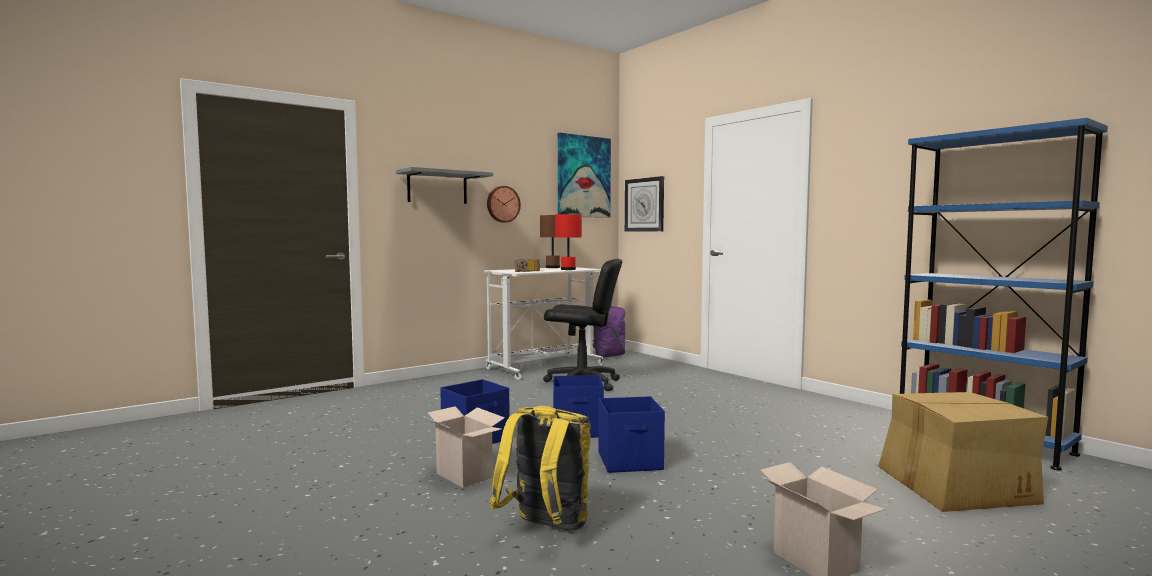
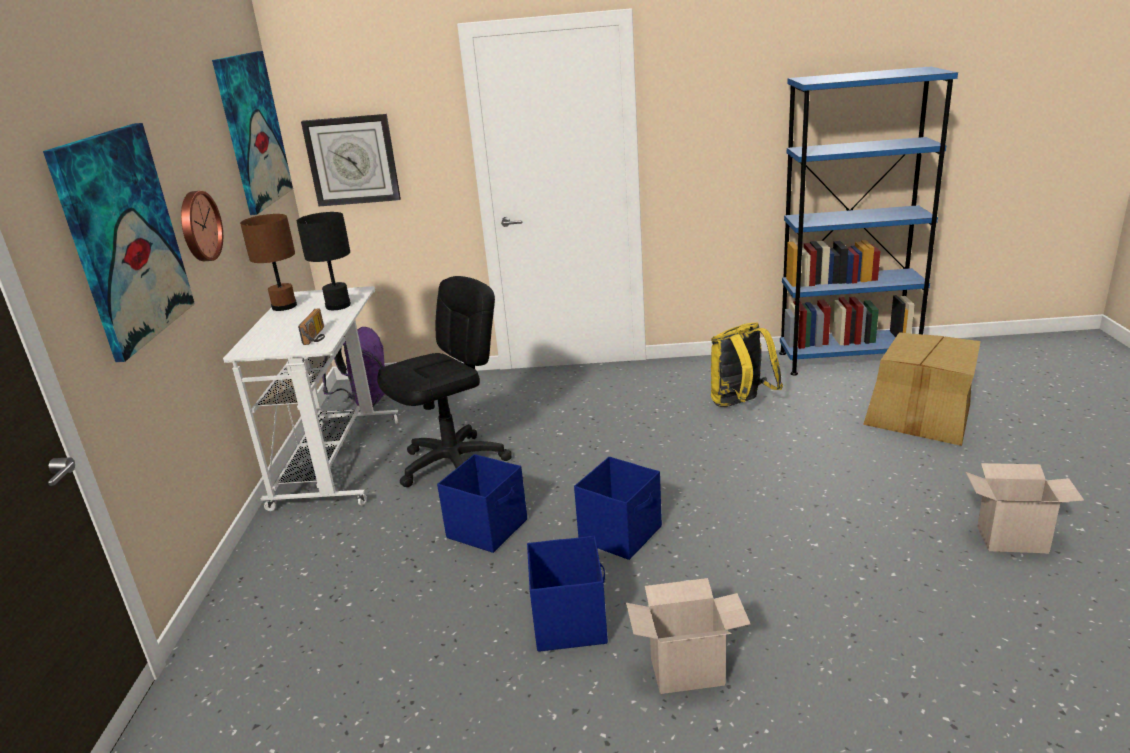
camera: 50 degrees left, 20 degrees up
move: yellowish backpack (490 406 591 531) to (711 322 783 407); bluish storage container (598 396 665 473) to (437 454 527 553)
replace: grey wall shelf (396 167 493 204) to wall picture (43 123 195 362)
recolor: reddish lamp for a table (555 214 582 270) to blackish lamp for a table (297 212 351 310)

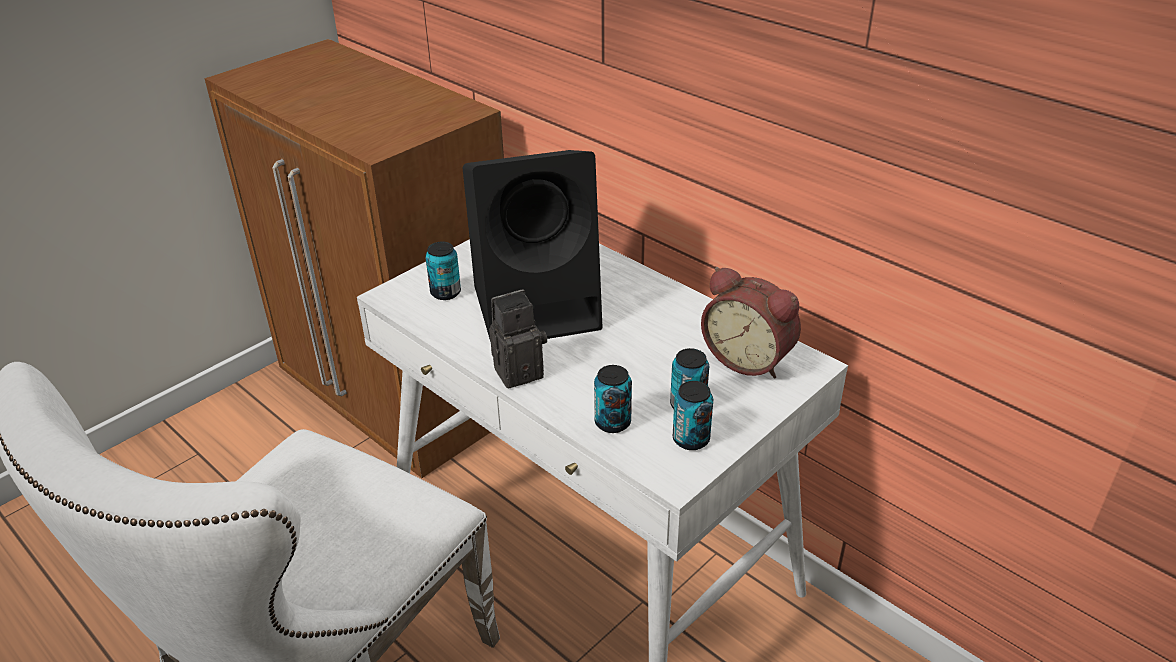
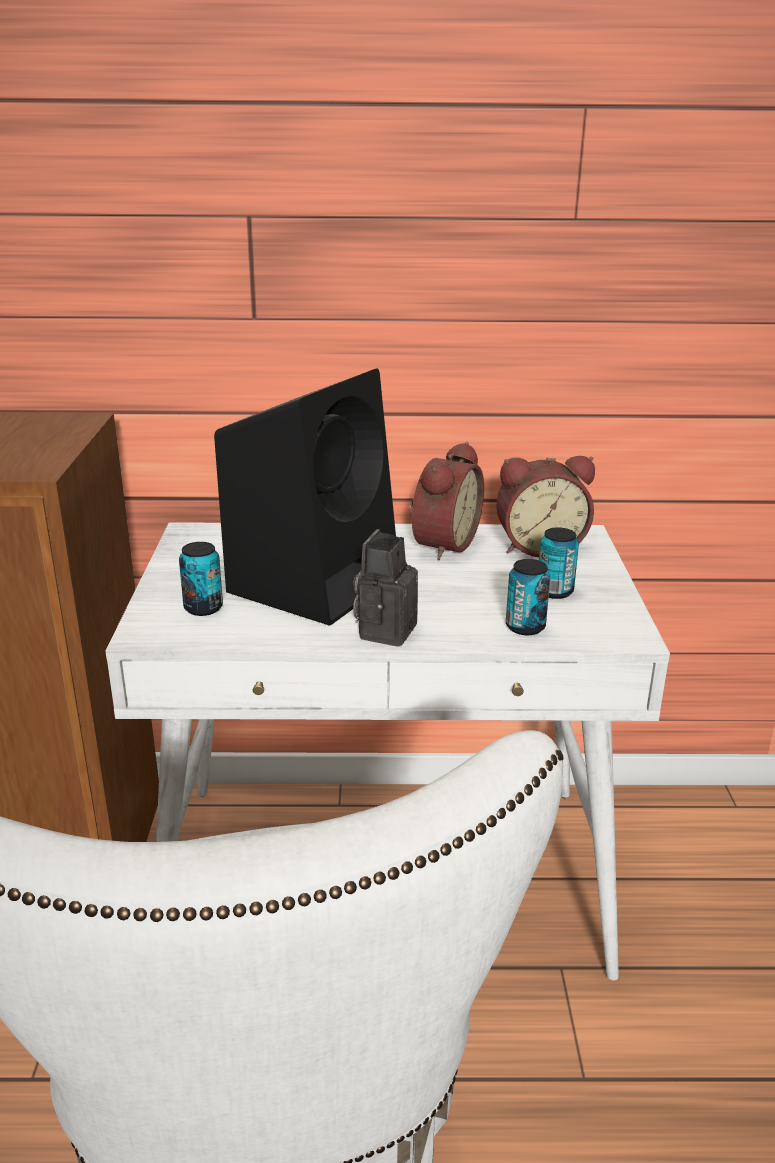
camera: 45 degrees left, 10 degrees down
delete: sealed can (673 381 713 450)
insert: bedside clock (410 442 484 560)

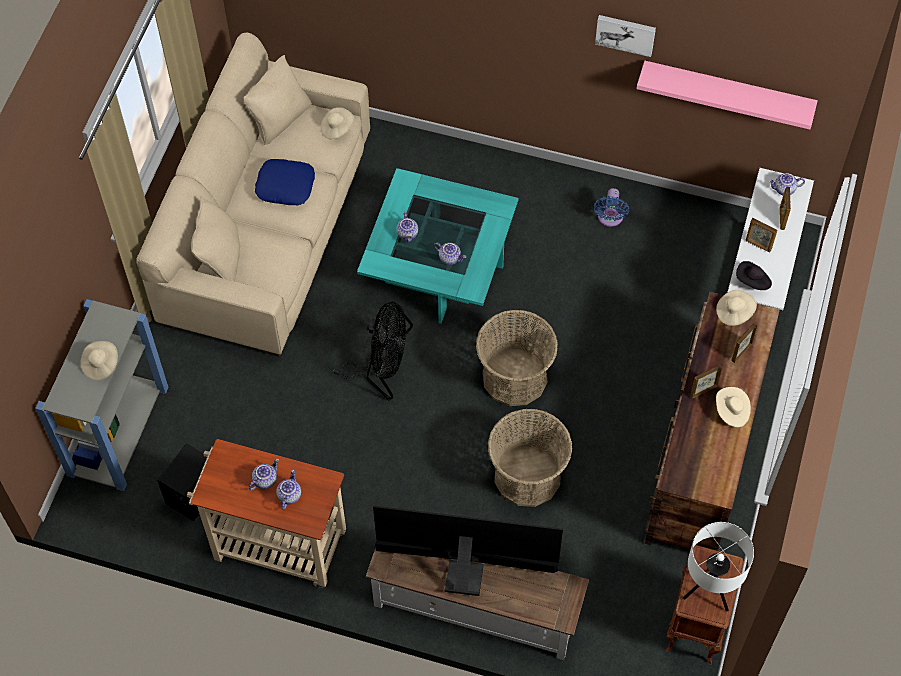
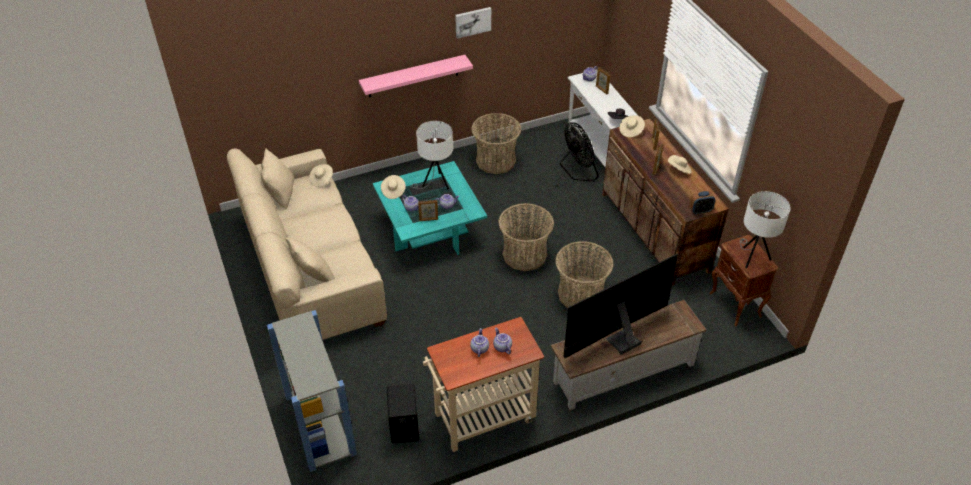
camera: 40 degrees left, 15 degrees down
delete: bluish pillow (255 159 315 205)
insert: white-coloured lamp for a table (412 121 453 189); bedside clock (689 191 715 215)
move: beige-coloured clothing hat (80 341 118 380) to (381 175 406 199); blackish cooling fan (333 302 413 401) to (554 122 599 187); pink wall shelf (636 61 818 129) to (359 55 473 97); standing frame (746 218 778 252) to (418 200 438 221)
replace: bluish cooling fan (594 188 629 227) to storage basket (471 113 521 174)

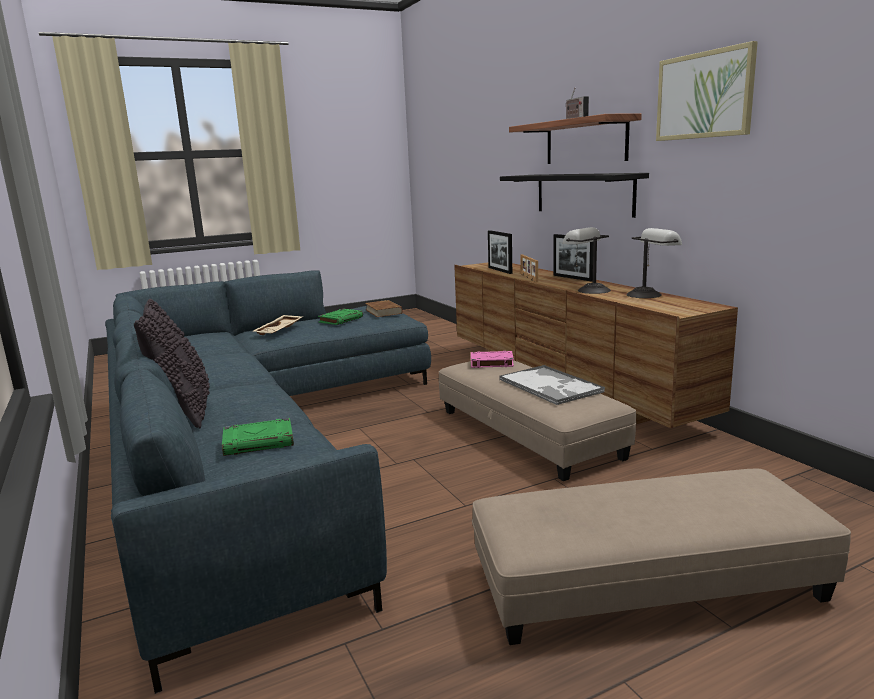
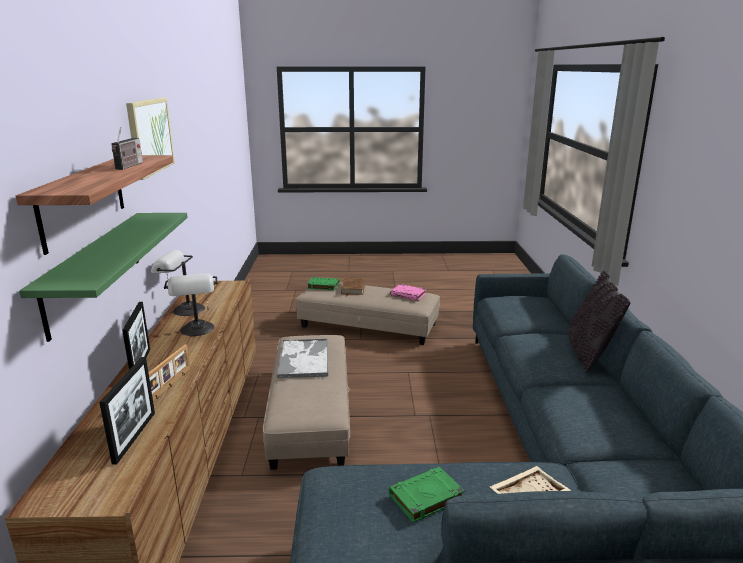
camera: 155 degrees left, 5 degrees up
move: green-coloured volume (222 418 294 456) to (307 277 339 291); brownish volume (365 300 403 317) to (341 277 365 297); pink volume (471 351 514 368) to (390 284 426 301)
recolor: blackish wall shelf (500 173 649 218) to green-coloured wall shelf (19 213 188 342)

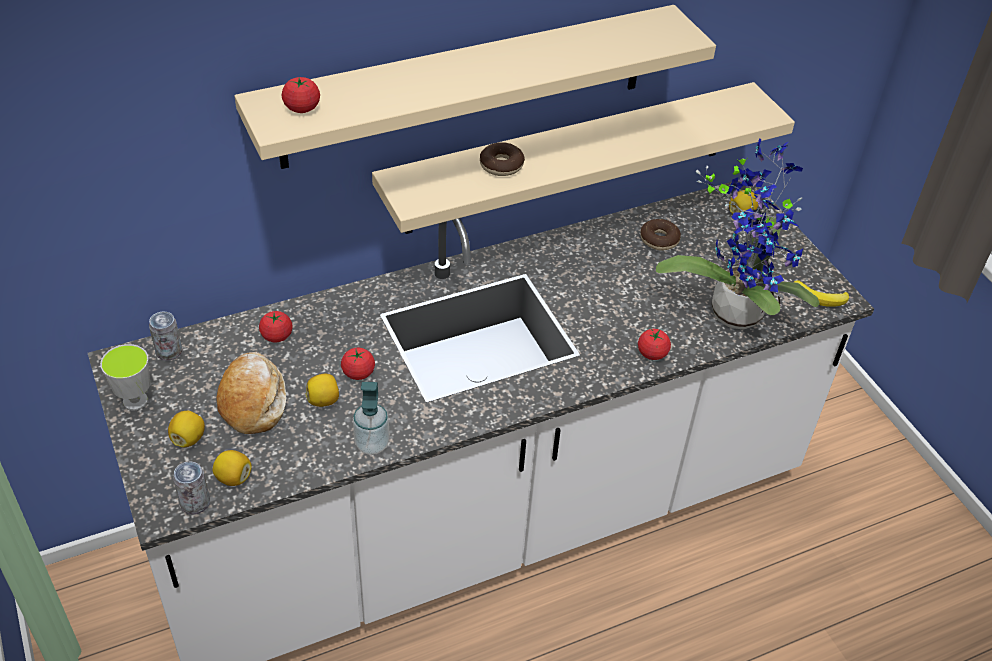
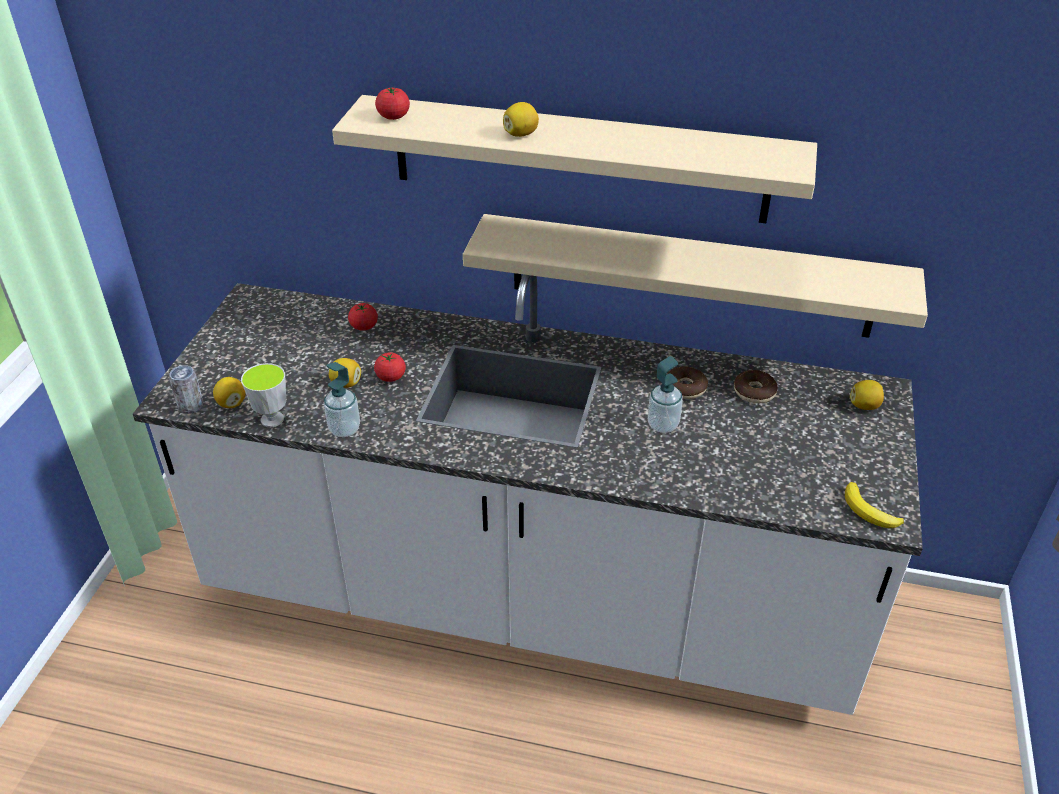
camera: 40 degrees right, 5 degrees down
delete: sealed can (149 311 182 361); bread (216 352 286 434); tomato (638 329 671 360); plant in a pot (656 138 819 330)
insert: soap bottle (648 356 683 433)
move: drinking cup (100 344 150 410) to (241 363 286 427); citrus fruit (168 411 205 447) to (503 102 539 137); donut (480 142 525 176) to (667 366 708 399)

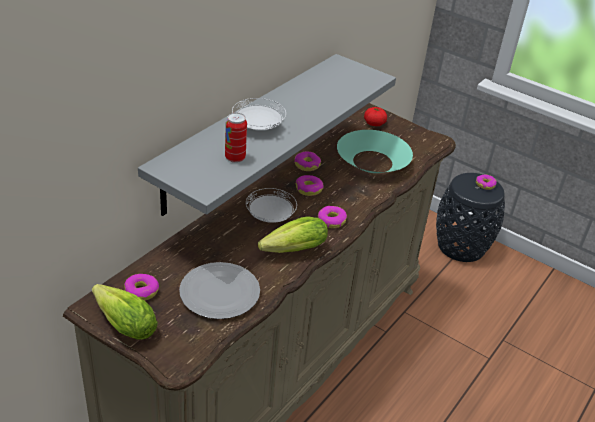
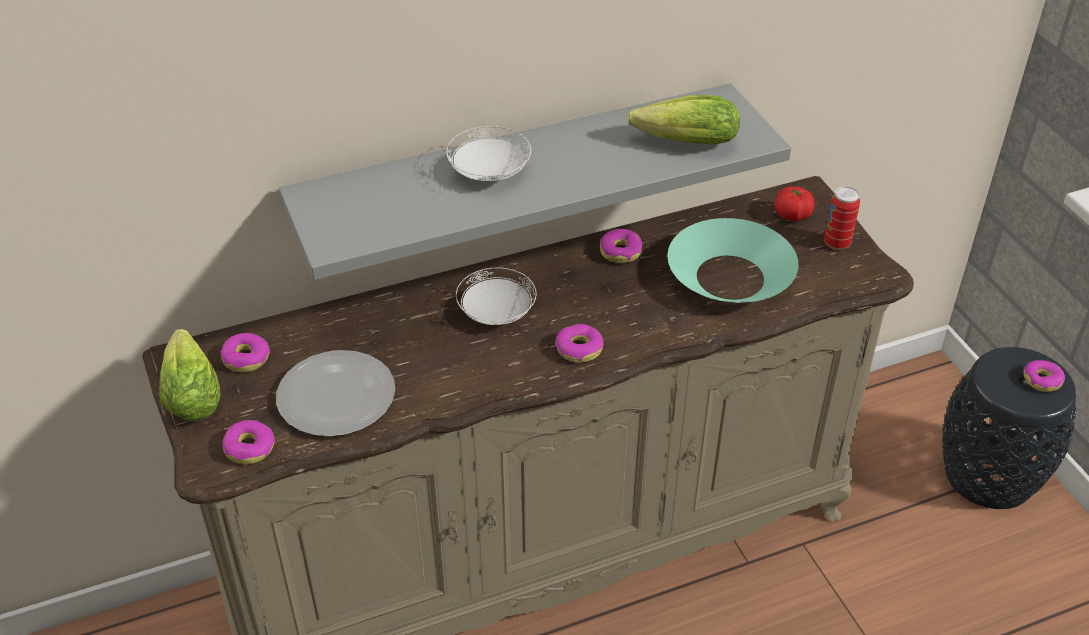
camera: 35 degrees right, 5 degrees up
move: sealed can (225 113 247 163) to (824 187 860 250); head of lettuce (258 216 328 253) to (627 95 740 145); donut (296 175 324 196) to (222 420 276 464)

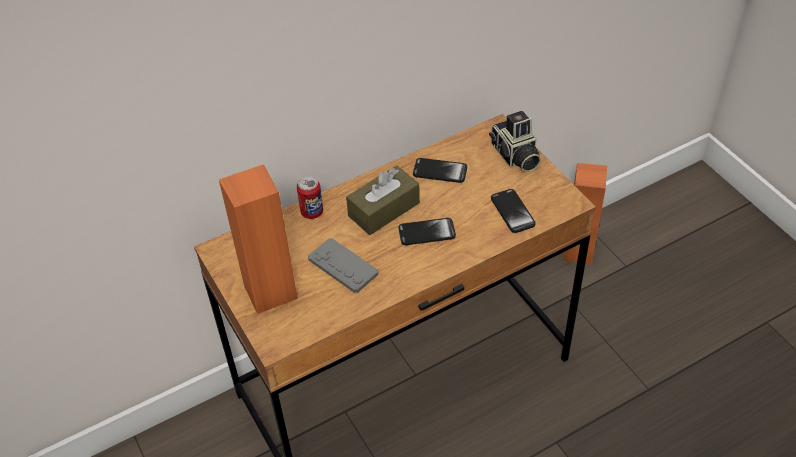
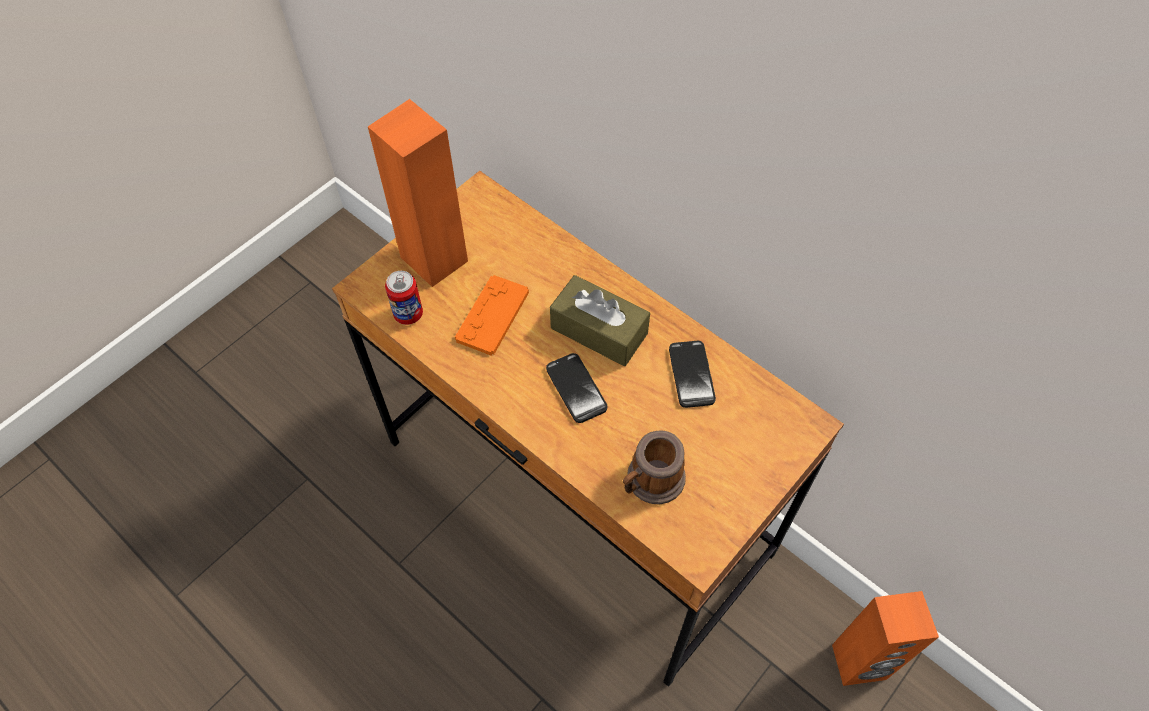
camera: 70 degrees right, 10 degrees up
delete: photo camera (489 111 542 172)
move: sealed can (297 176 323 219) to (385 271 423 325)
replace: telephone (491 189 535 233) to mug (623 431 686 504)
recolor: grey game controller (308 238 378 293) to orange-coloured game controller (455 275 529 355)

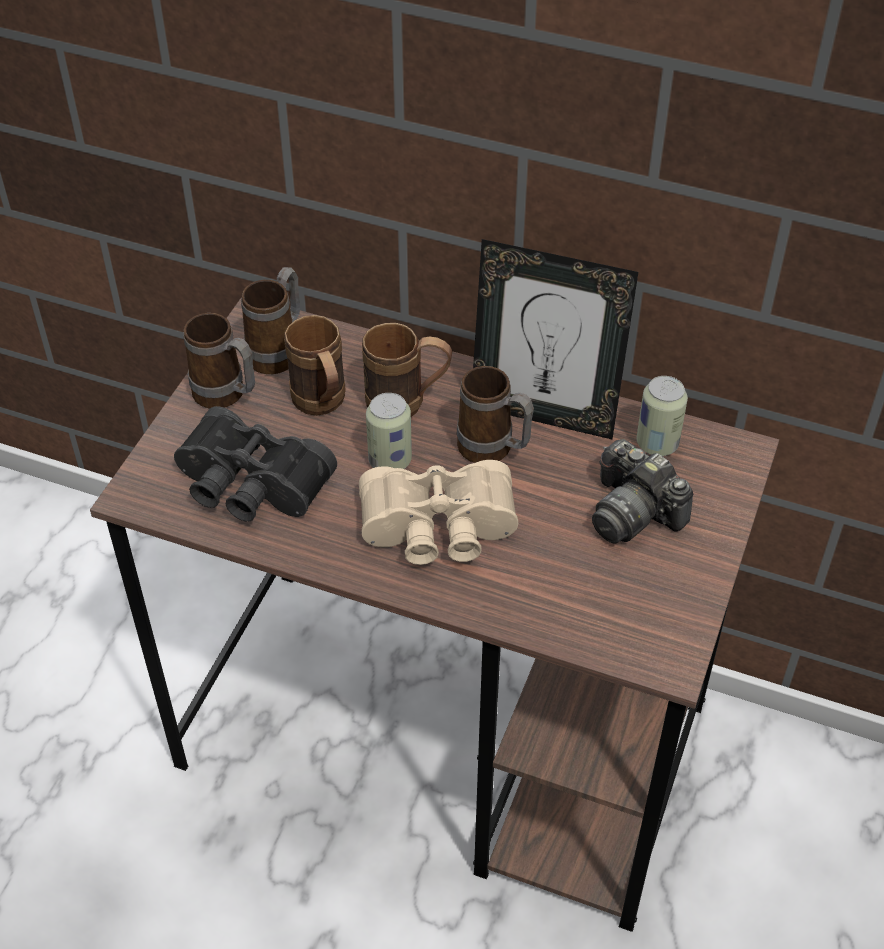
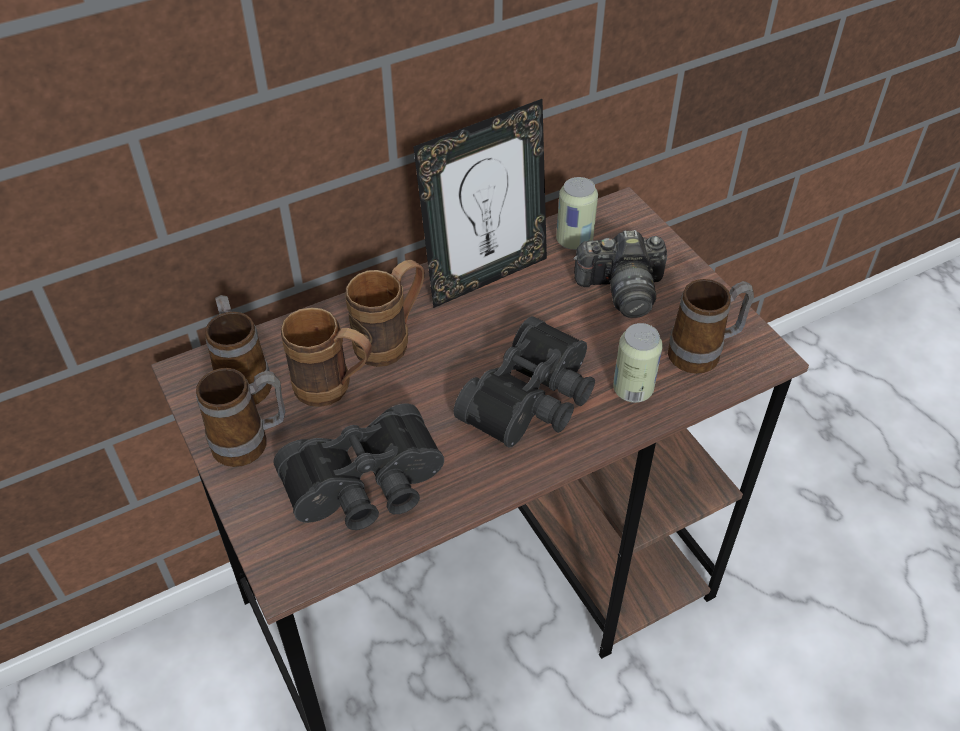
camera: 50 degrees left, 0 degrees up
move: sealed can (366 393 412 469) to (613 323 663 403); mug (457 366 534 463) to (668 279 754 374)
recolor: beige-coloured binoculars (359 460 518 565) to blackish binoculars (454 316 595 448)

